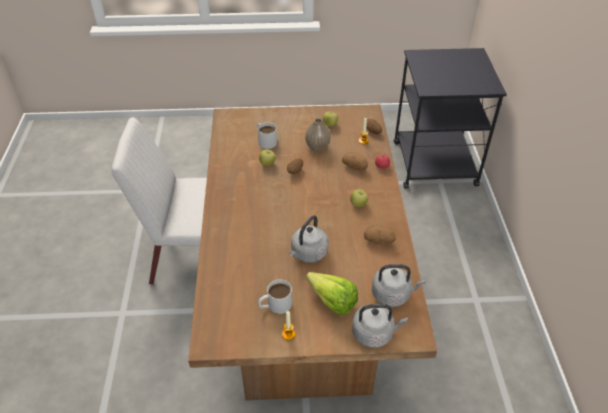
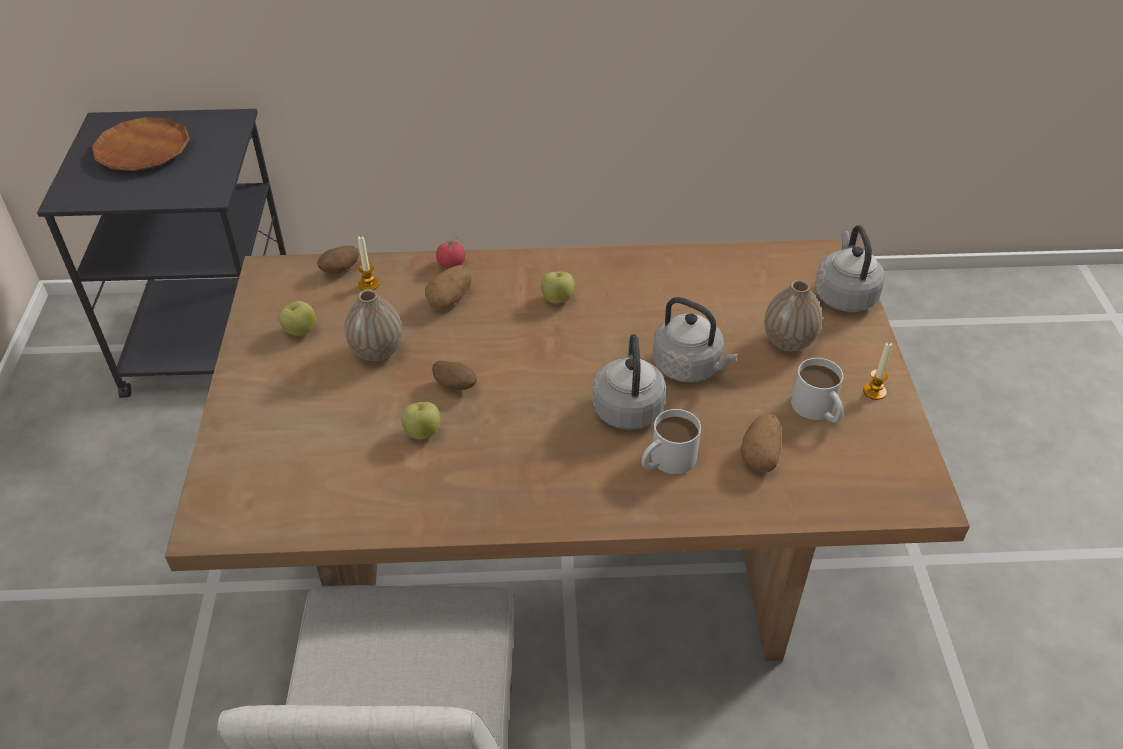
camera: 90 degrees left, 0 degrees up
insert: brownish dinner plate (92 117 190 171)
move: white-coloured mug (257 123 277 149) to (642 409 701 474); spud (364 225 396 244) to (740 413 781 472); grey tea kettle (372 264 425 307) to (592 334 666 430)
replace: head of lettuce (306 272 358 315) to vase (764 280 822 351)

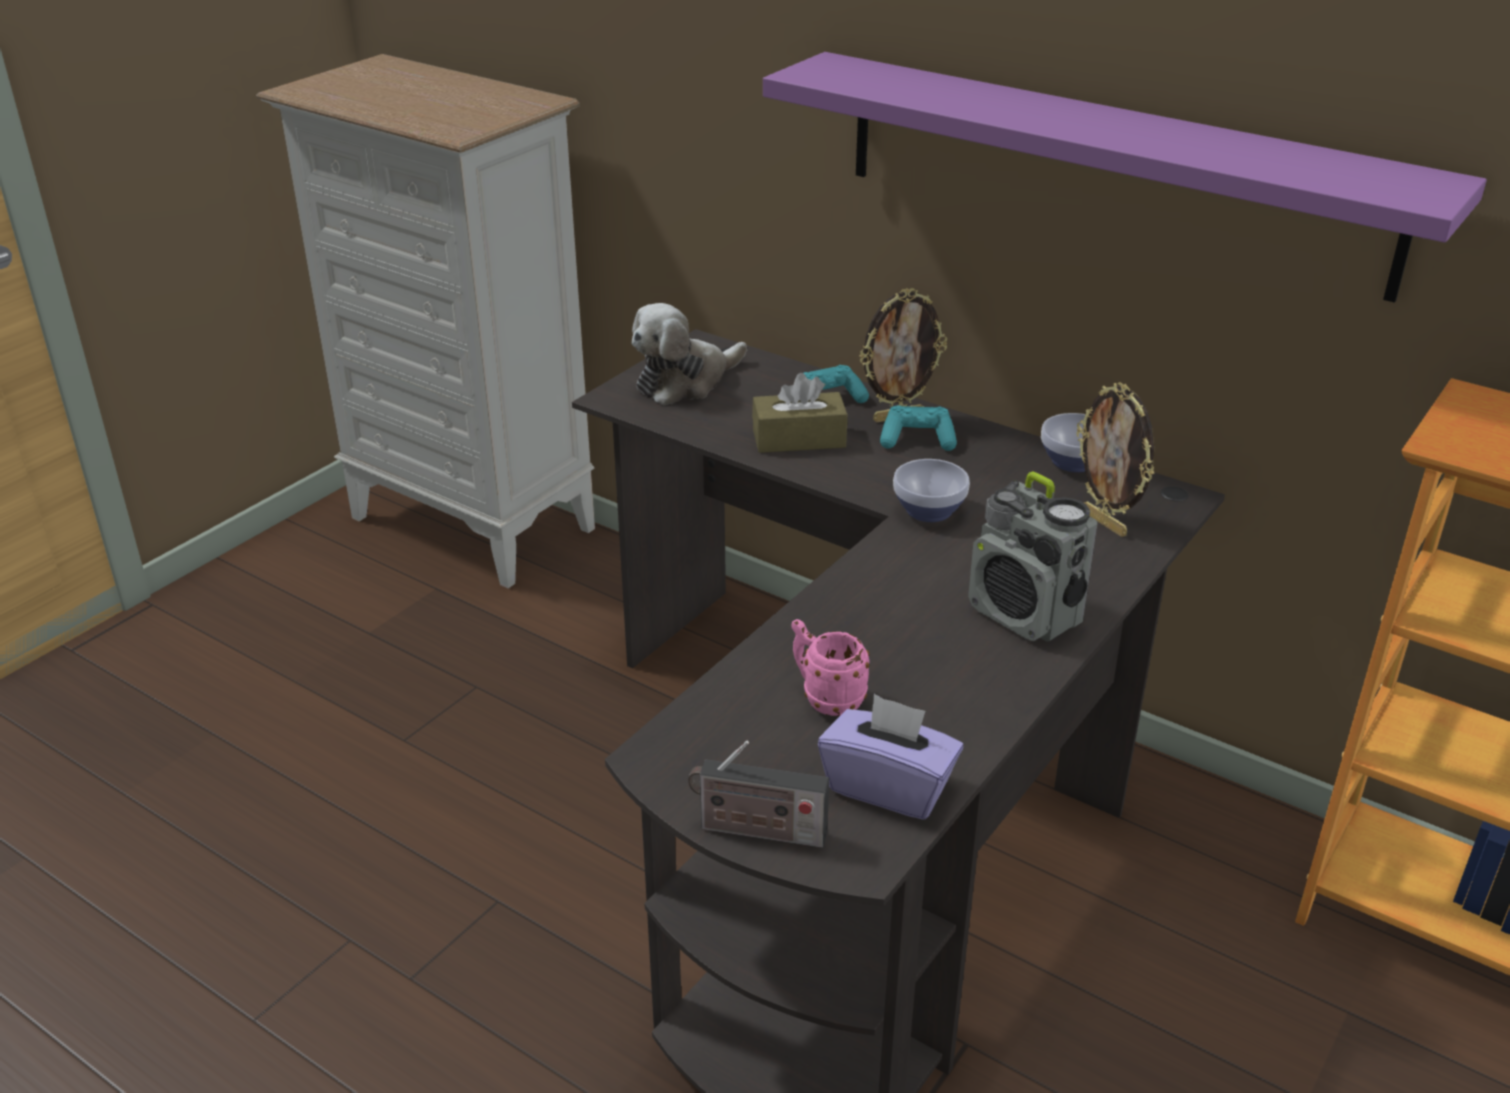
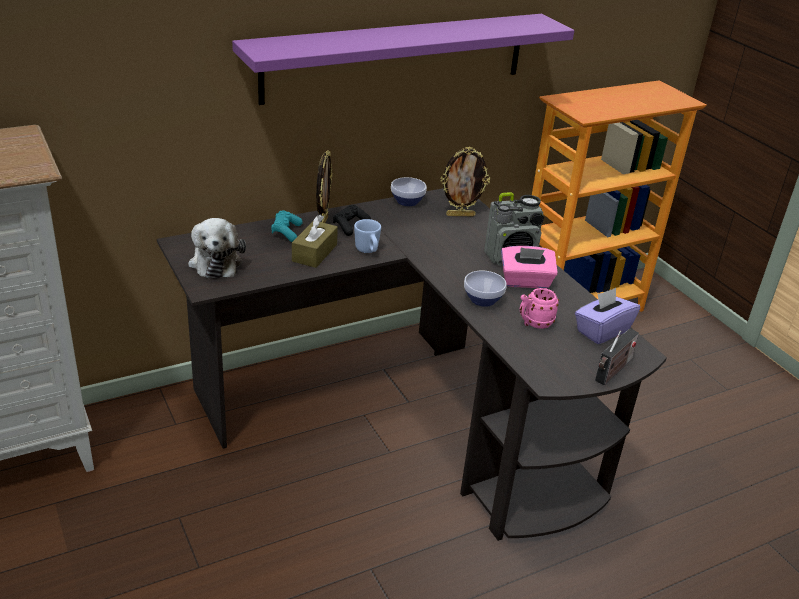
camera: 65 degrees left, 0 degrees up
insert: bluish mug (354 219 381 253); pink tissue box (501 246 558 288)
move: deep dish (893 459 970 522) to (464 271 507 307)
recolor: blue-green game controller (880 405 957 451) to blackish game controller (333 205 371 236)

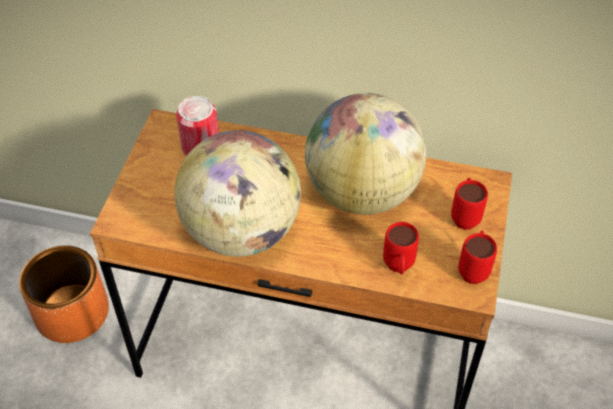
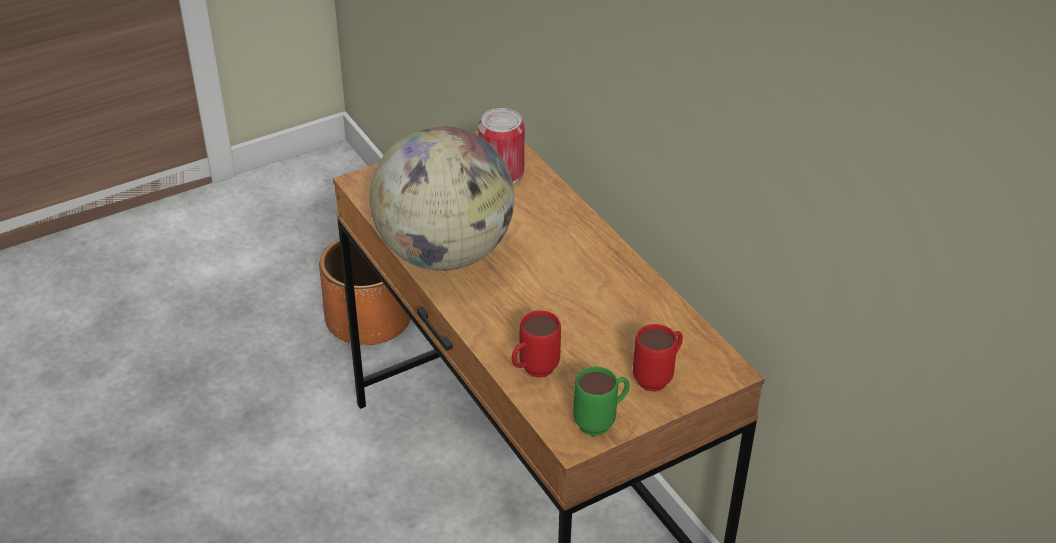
camera: 45 degrees right, 10 degrees down
delete: globe (305 93 426 215)
recolor: reddish mug (458 231 497 284) to green-coloured mug (573 367 630 436)

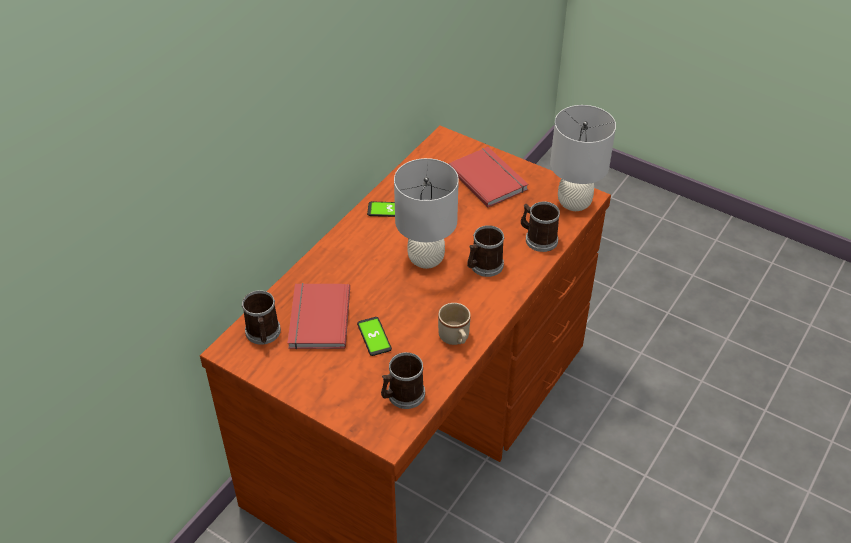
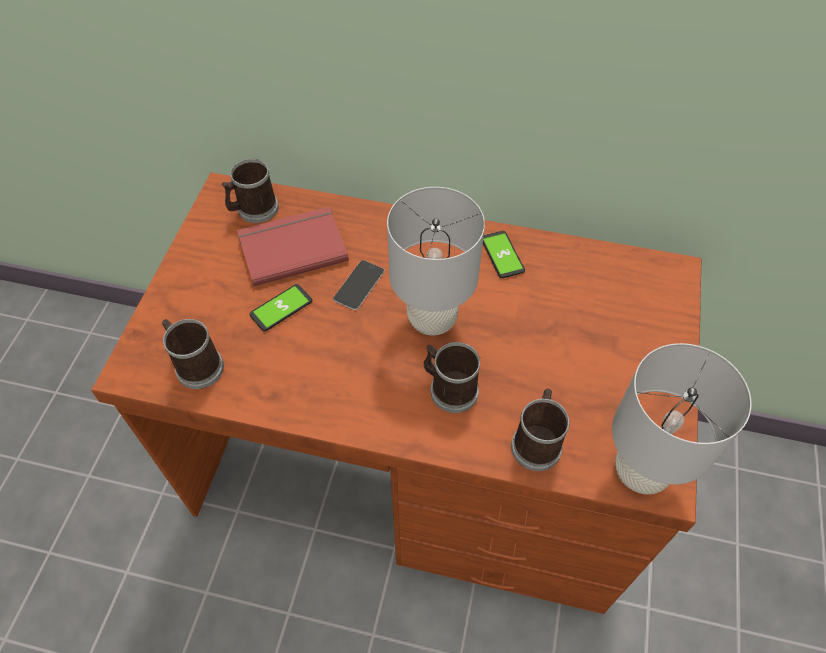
camera: 70 degrees right, 10 degrees up
delete: beige-coloured mug (438 303 471 345); reddish volume (449 147 528 207)
insert: telephone (333 260 385 310)

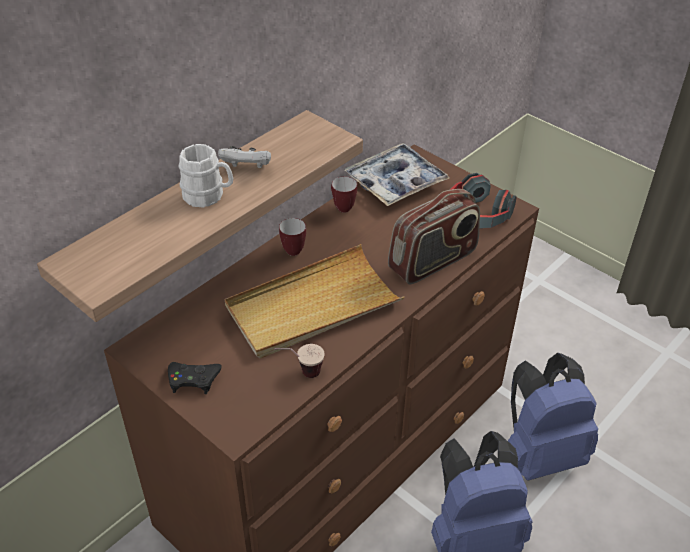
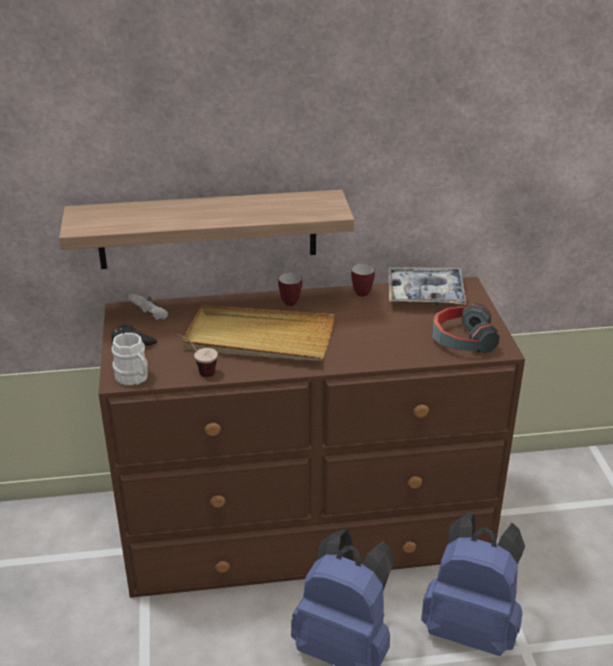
camera: 40 degrees right, 10 degrees down
delete: radio set (388 189 480 284)
move: white-coloured mug (179 144 233 208) to (112 333 148 385); white-coloured game controller (218 146 271 168) to (128 293 168 320)

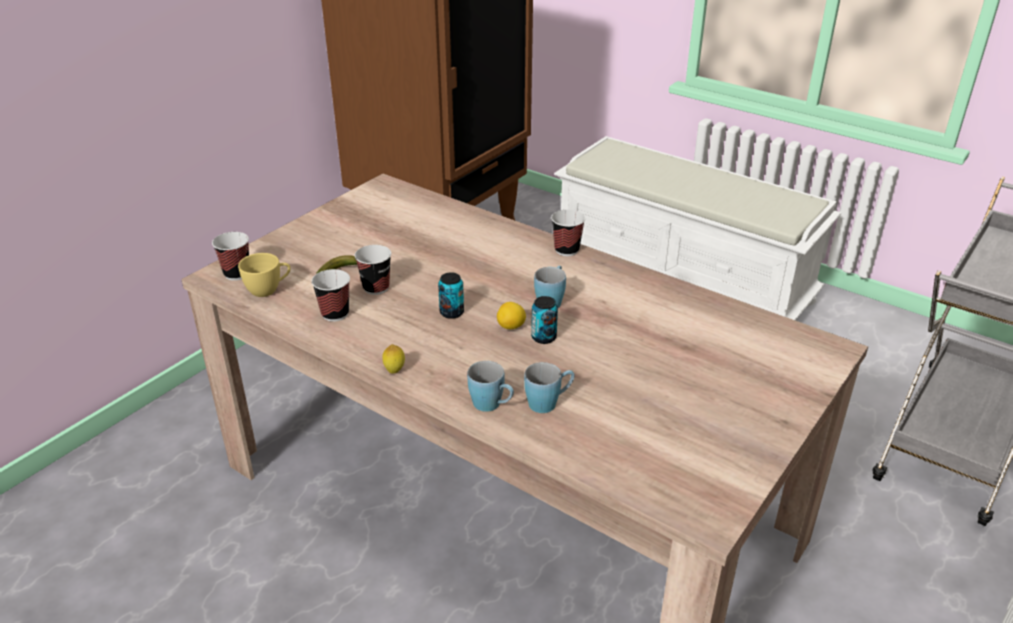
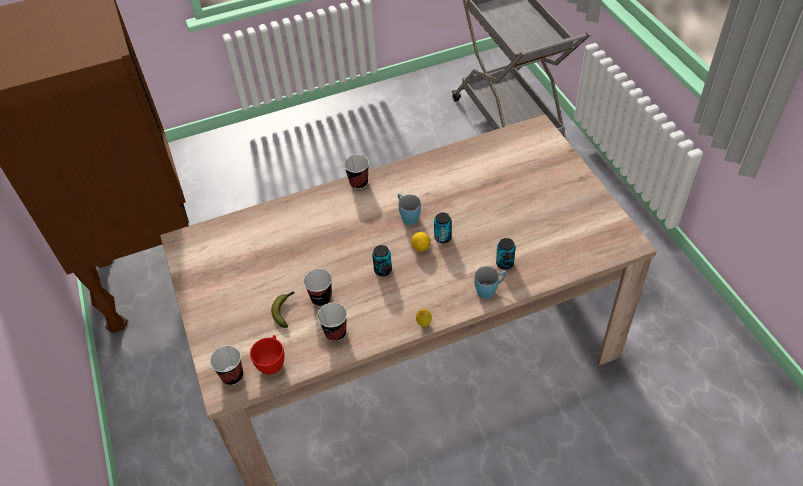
camera: 55 degrees left, 15 degrees up
delete: white-coloured indoor bench (554 136 842 321)
replace: bluish mug (524 362 575 413) to sealed can (496 238 516 269)
recolor: yellowish drinking cup (238 253 291 297) to reddish drinking cup (250 335 284 375)

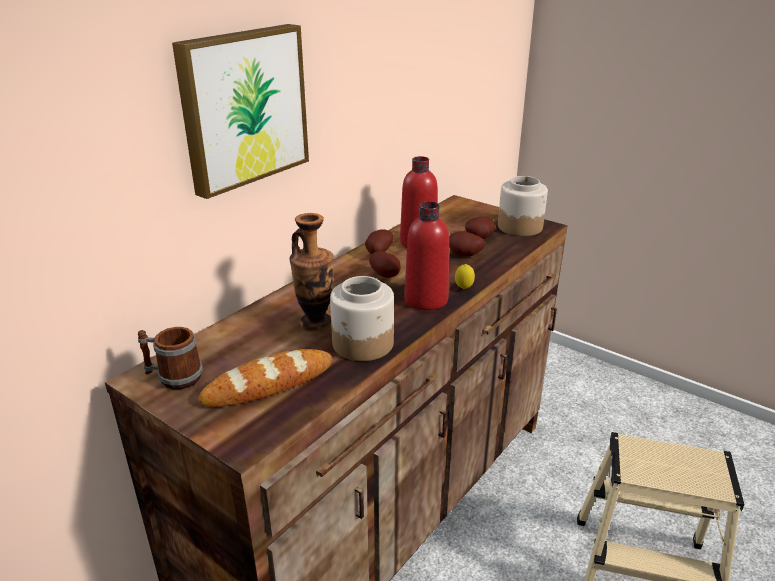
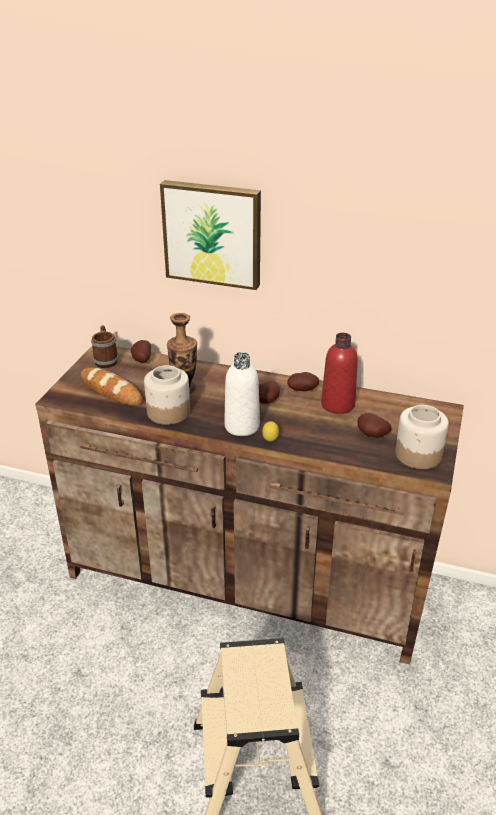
camera: 70 degrees right, 5 degrees up
move: spud (449 231 485 256) to (131 340 151 363)
recolor: reddish bottle (404 201 449 310) to white-coloured bottle (224 352 260 436)

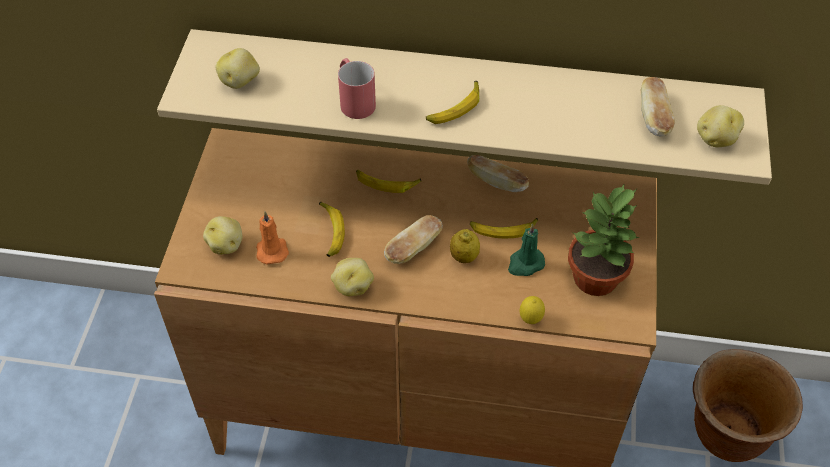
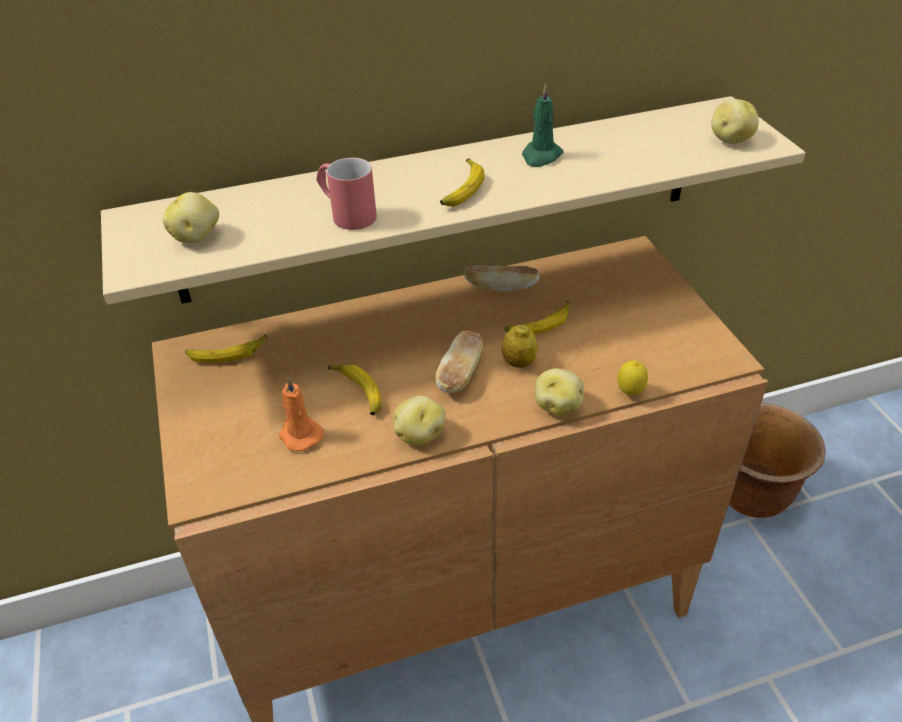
camera: 25 degrees left, 10 degrees down
delete: plant in a pot (568 183 639 296); bread (641 77 675 137)
move: spud (203 216 242 255) to (535 368 584 416); whole banana (356 170 421 193) to (185 334 267 363); green-coloured wax candle (508 223 545 276) to (522 83 563 167)

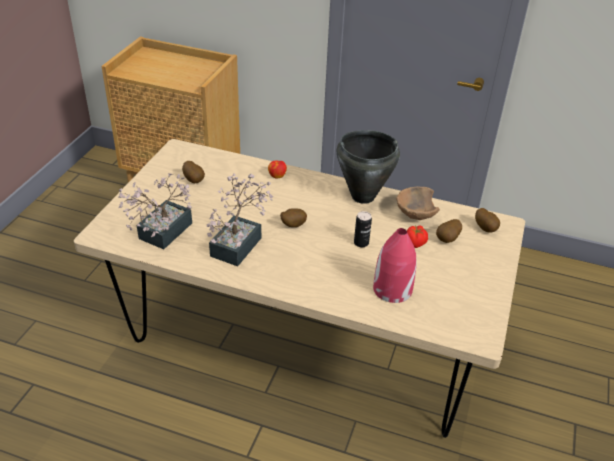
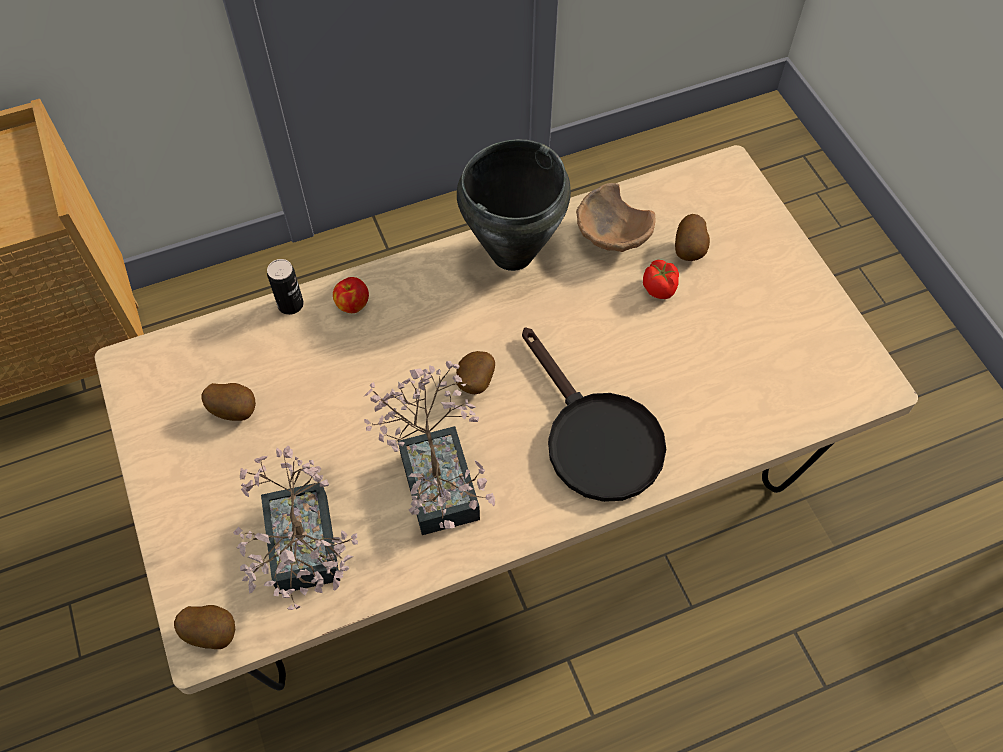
camera: 40 degrees left, 20 degrees up
delete: reddish vase (373 228 417 303)
insert: blackish pan (522 327 666 502)
move: sealed can (354 211 372 247) to (267 259 304 315); spud (475 208 500 233) to (174 605 235 649)

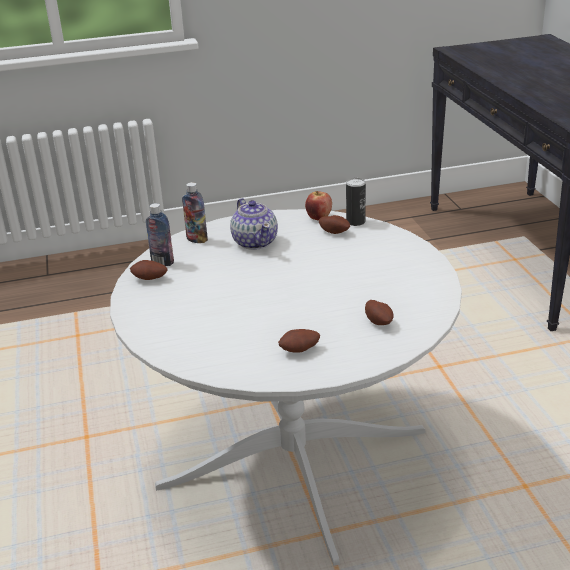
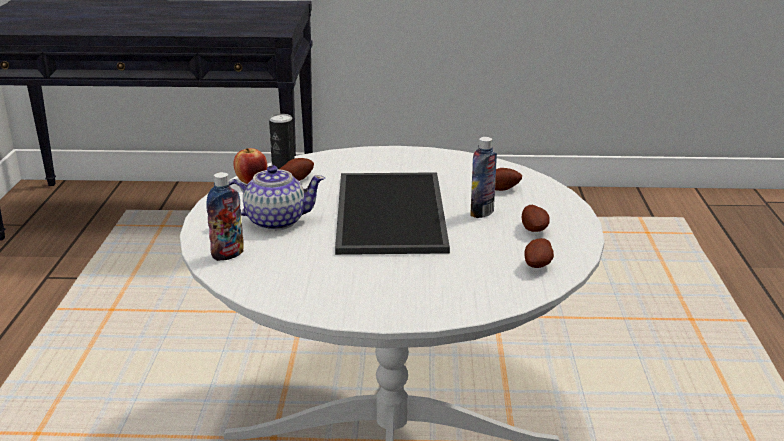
camera: 75 degrees left, 5 degrees down
insert: carrying tray (335 172 450 255)
move: spud (130 260 168 280) to (525 238 554 268); bottle (146 203 174 266) to (470 137 497 218)

